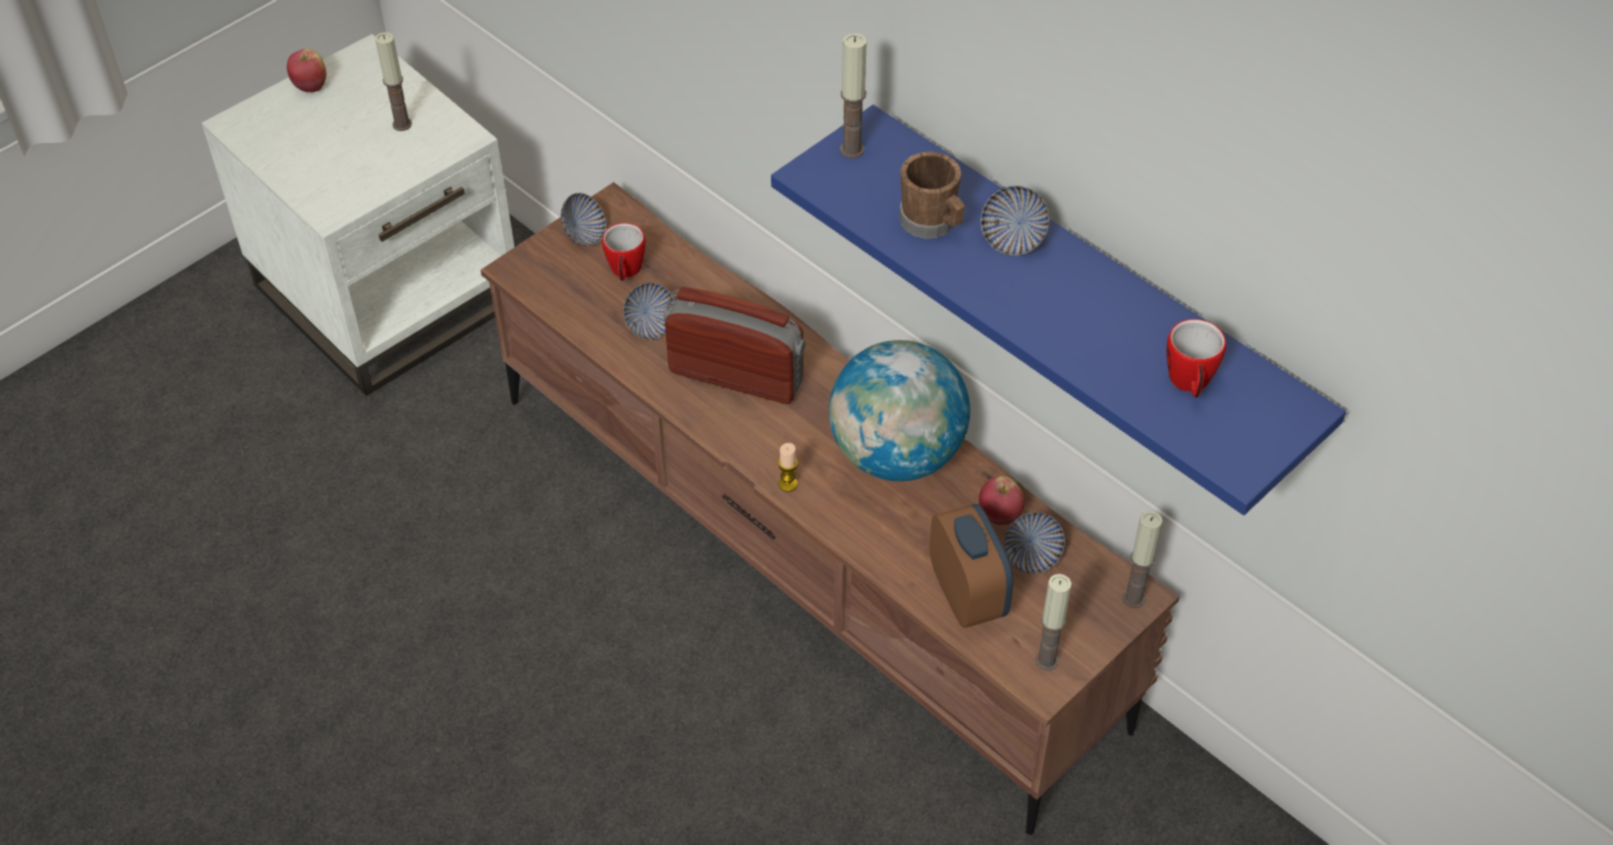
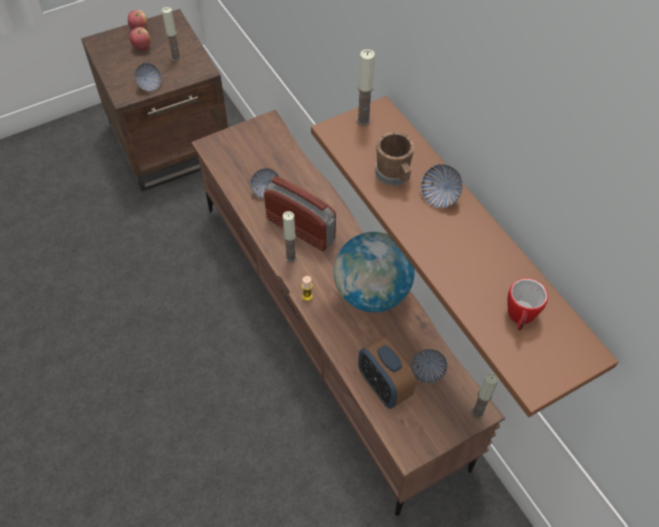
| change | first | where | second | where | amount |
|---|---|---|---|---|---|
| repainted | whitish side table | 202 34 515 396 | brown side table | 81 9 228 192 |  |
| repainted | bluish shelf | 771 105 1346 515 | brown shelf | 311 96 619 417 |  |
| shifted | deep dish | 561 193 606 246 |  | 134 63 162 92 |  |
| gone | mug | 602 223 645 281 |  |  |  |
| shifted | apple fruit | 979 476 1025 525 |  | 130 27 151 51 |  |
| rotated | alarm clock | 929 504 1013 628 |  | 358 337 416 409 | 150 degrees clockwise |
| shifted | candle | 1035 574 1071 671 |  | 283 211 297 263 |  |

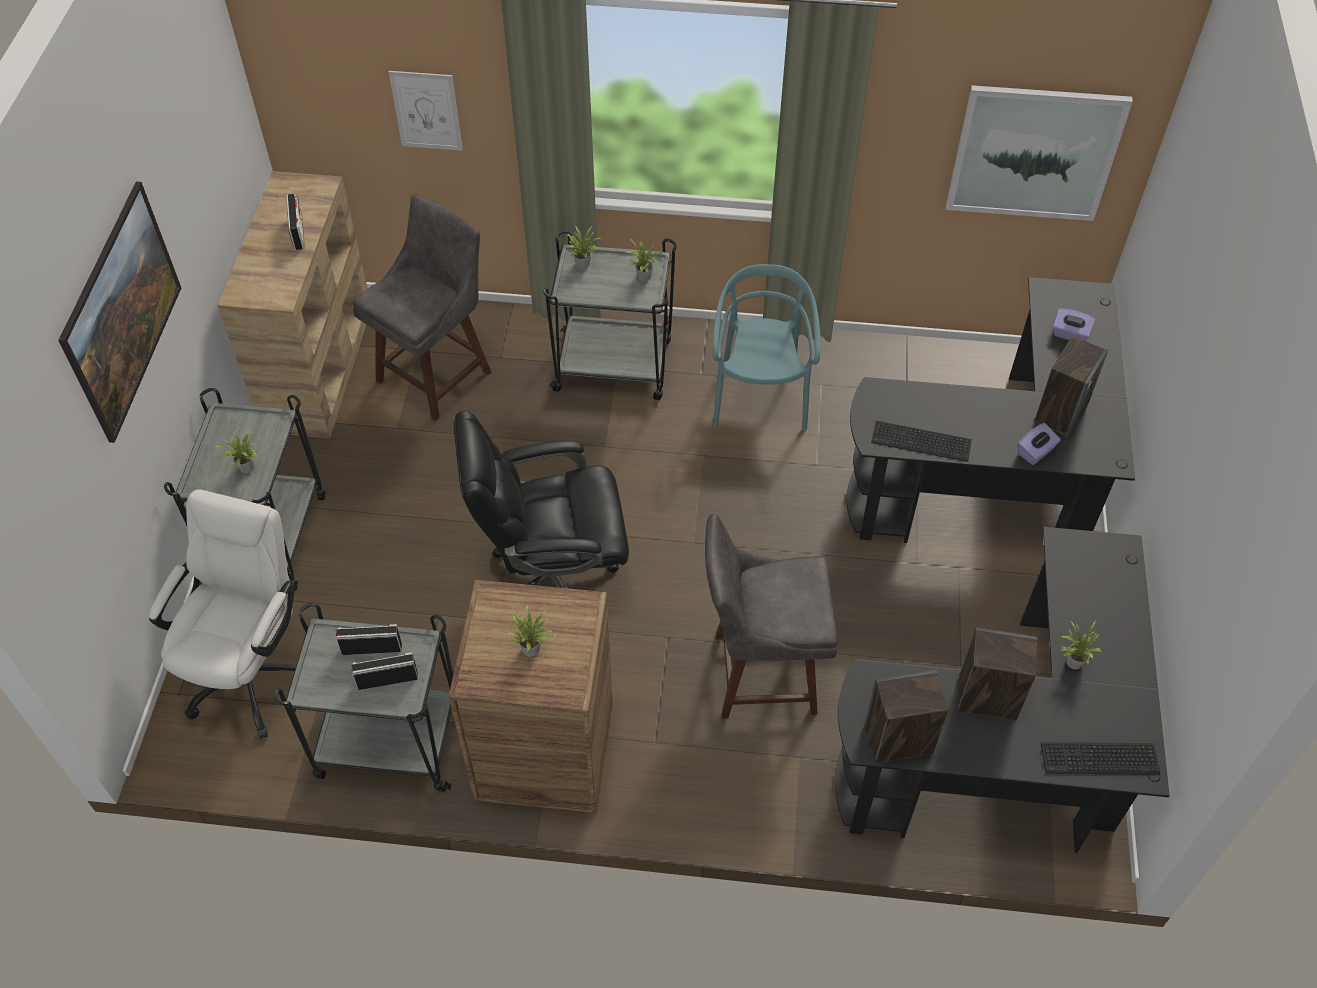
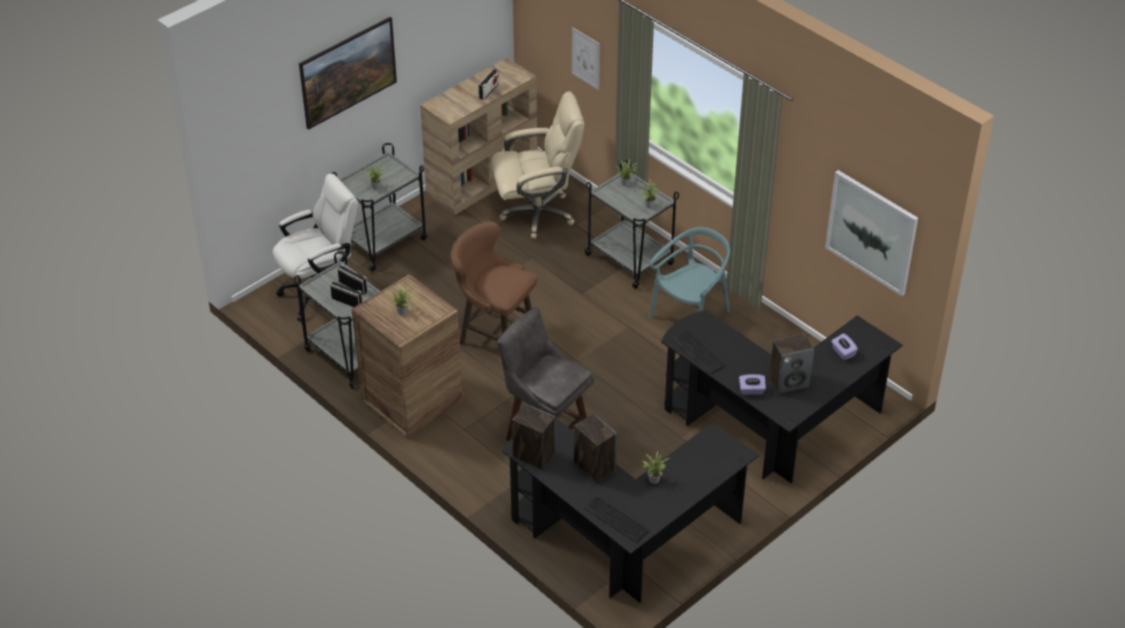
| change | first | where | second | where | amount |
|---|---|---|---|---|---|
| swapped | grey stool seat | 353 194 491 421 | sand-coloured desk chair | 491 91 584 239 |  |
| swapped | blackish desk chair | 453 411 629 588 | brown stool seat | 451 221 537 345 |  |

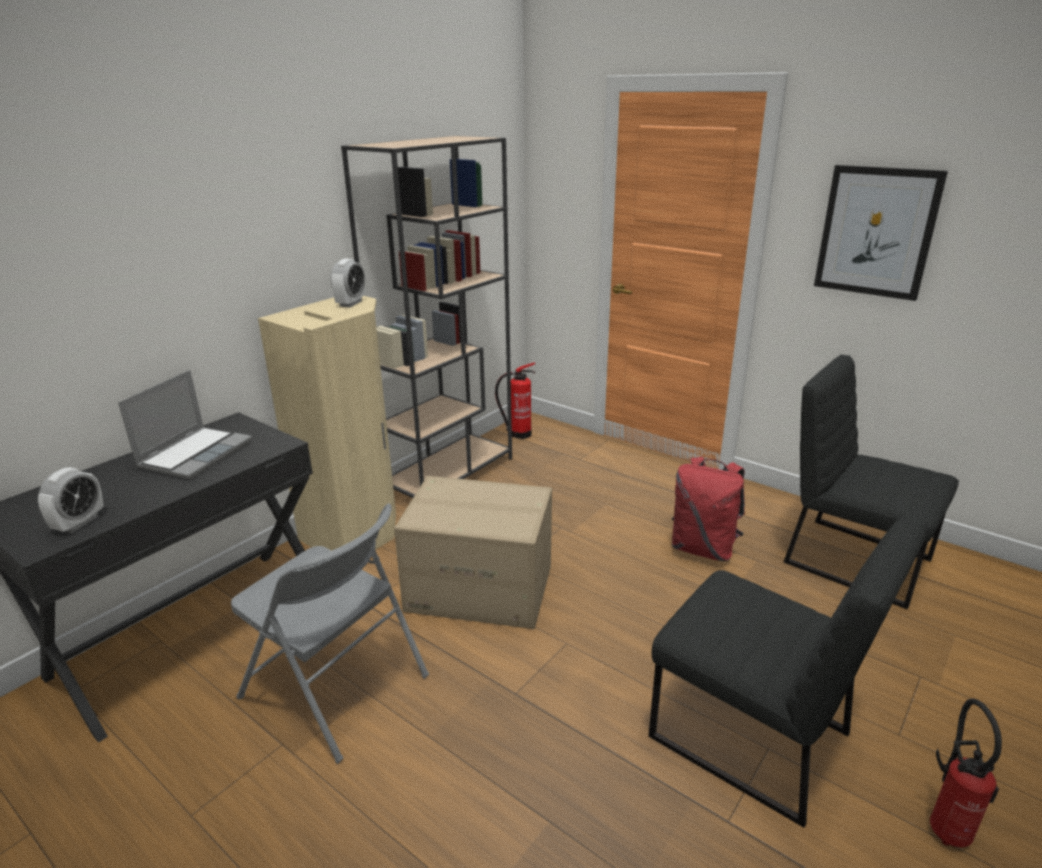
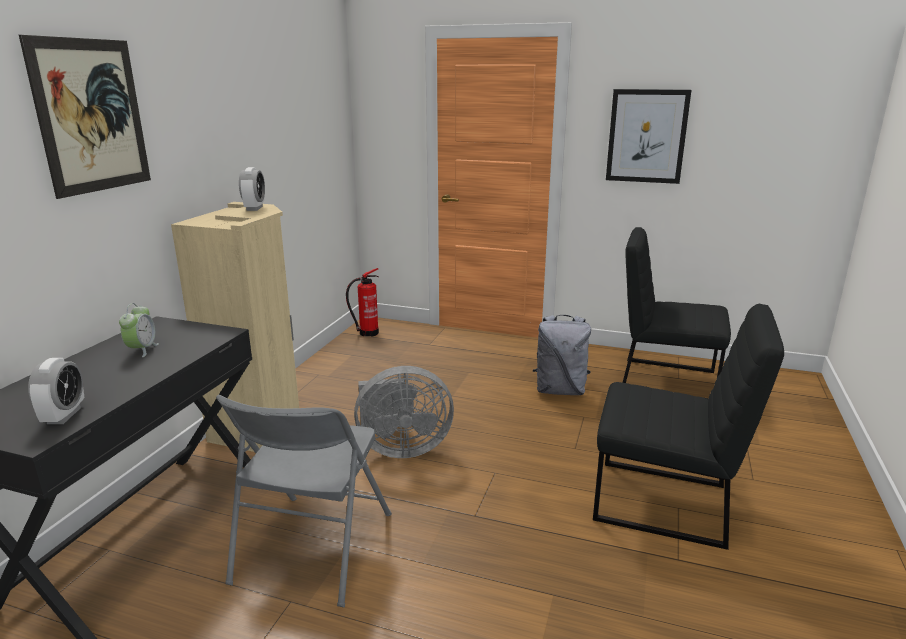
| change | first | where | second | where | amount |
|---|---|---|---|---|---|
| gone | bookshelf | 341 136 512 498 |  |  |  |
| swapped | notebook computer | 118 370 252 479 | alarm clock | 119 303 159 357 |  |
| repainted | reddish rucksack | 672 457 745 561 | grey rucksack | 533 315 591 395 |  |
| swapped | cardboard box | 394 476 552 629 | grey fan | 354 366 454 458 |  |
| rotated | grey plain chair | 231 504 429 764 |  | 216 395 392 607 | 90 degrees clockwise |
| gone | extinguisher | 930 699 1002 847 |  |  |  |
| new |  |  | picture | 19 35 151 199 |  |

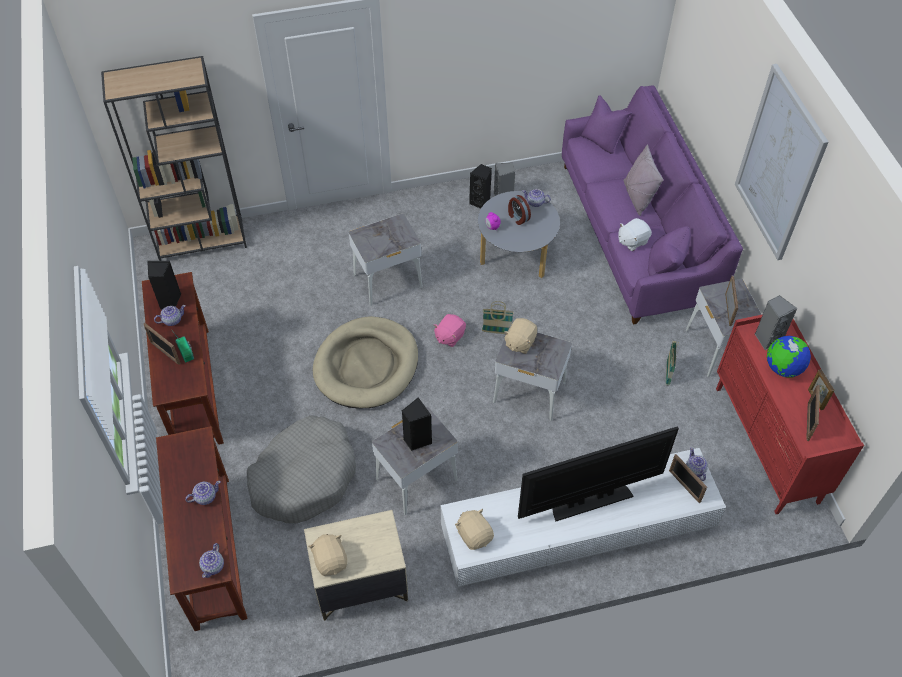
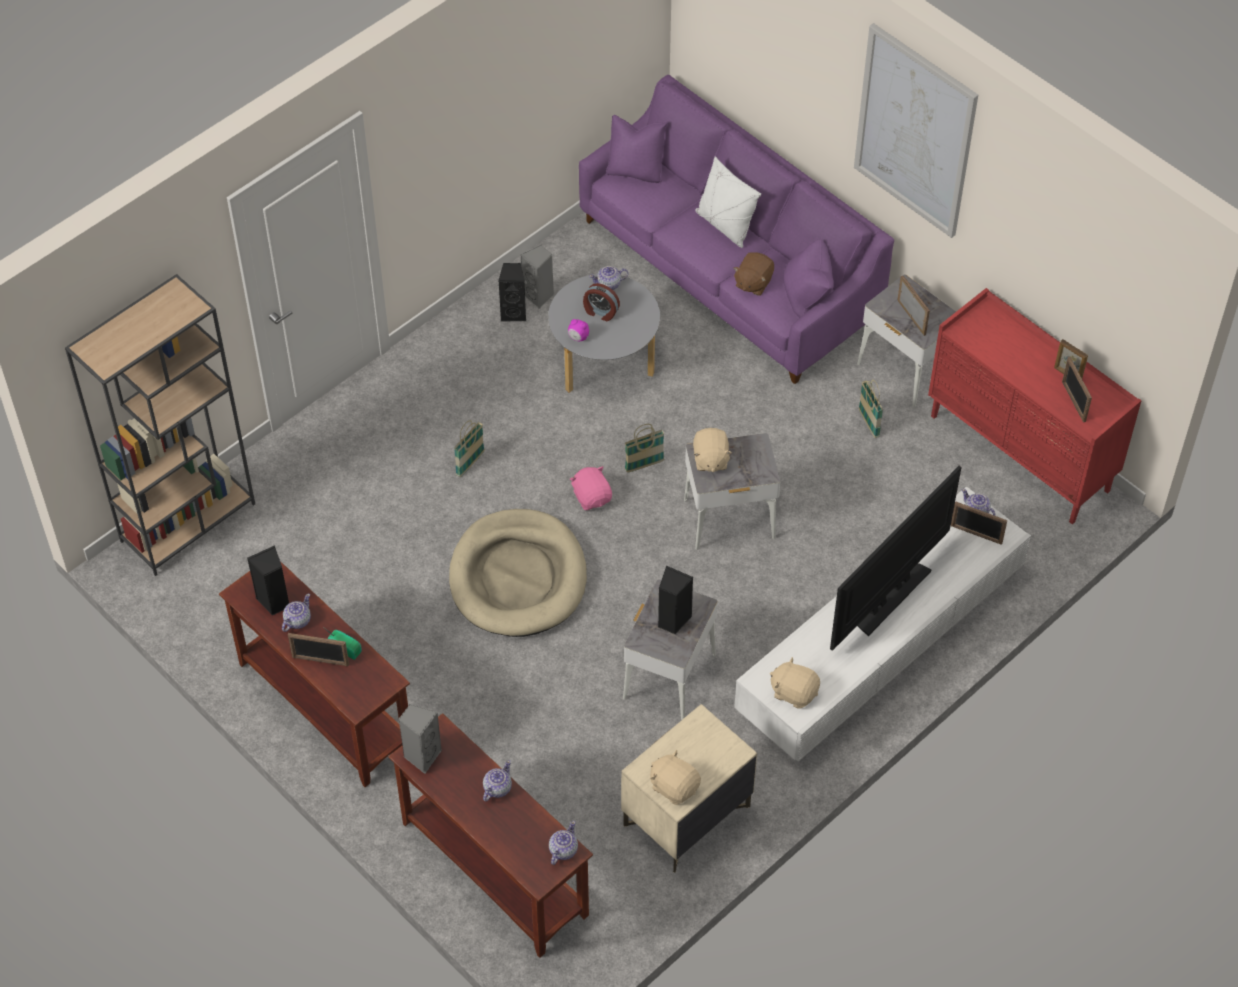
| change | first | where | second | where | amount |
|---|---|---|---|---|---|
| repainted | purple throw pillow | 624 144 664 216 | whitish throw pillow | 695 156 761 248 |  |
| swapped | side table | 349 213 423 306 | household basket | 454 420 485 477 |  |
| repainted | whitish plush toy | 618 218 652 251 | brown plush toy | 733 253 774 296 |  |
| shifted | grey loudspeaker | 755 295 797 350 |  | 398 704 442 774 |  |
| rotated | pink plush toy | 434 314 466 347 |  | 570 466 612 510 | 150 degrees clockwise |
| gone | desk globe | 767 336 811 378 |  |  |  |
| gone | grey dog bed | 247 415 356 523 |  |  |  |
| rotated | tea pot | 199 543 224 578 |  | 549 821 578 865 | 135 degrees counterclockwise |

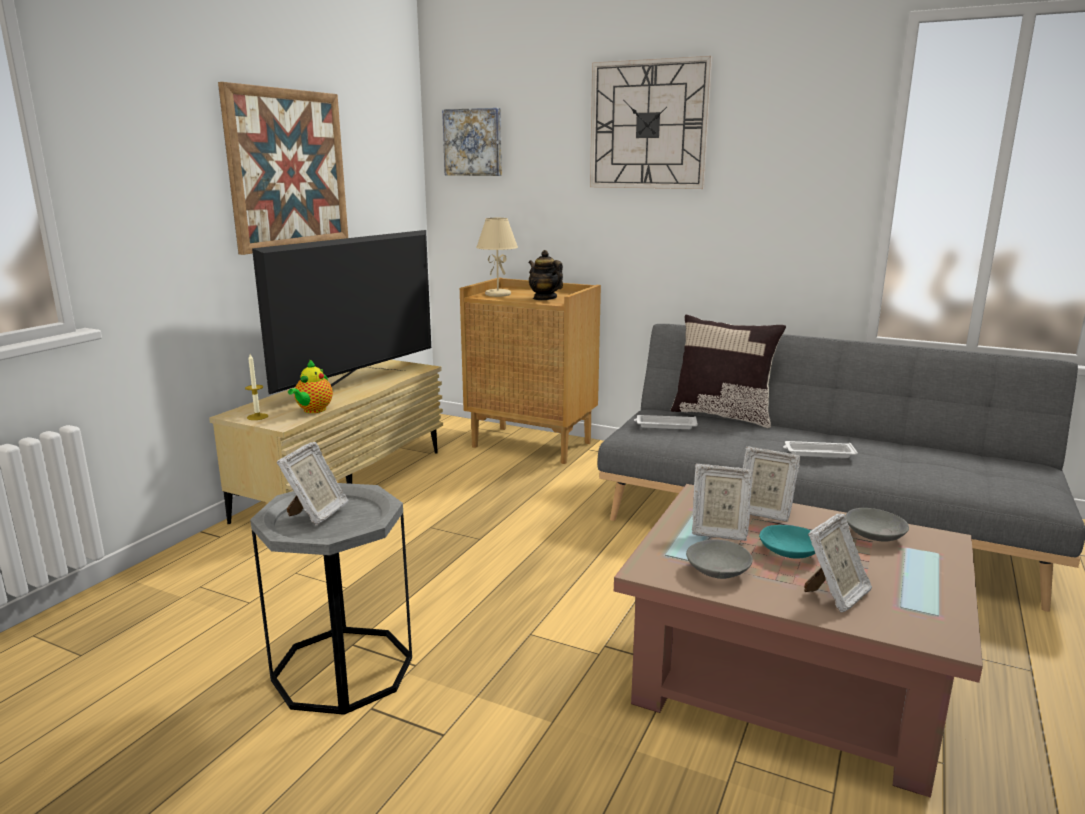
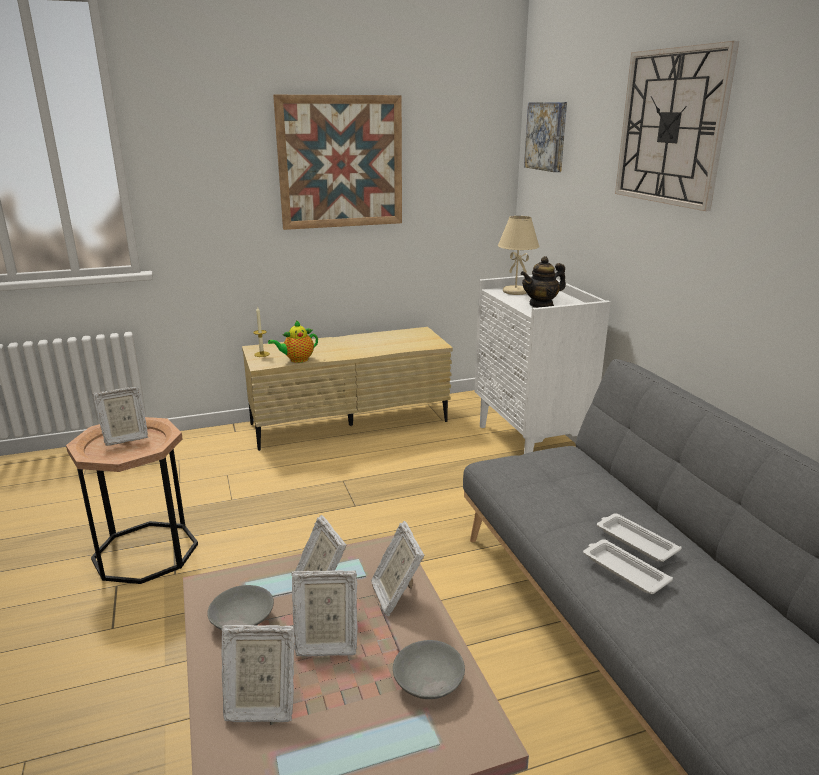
| change | first | where | second | where | amount |
|---|---|---|---|---|---|
| gone | TV | 252 230 431 394 |  |  |  |
| rotated | tea pot | 528 250 563 300 |  | 521 256 566 308 | 120 degrees counterclockwise |
| repainted | brown storage cabinet | 460 278 601 464 | whitish storage cabinet | 475 275 611 454 |  |
| gone | throw pillow | 671 315 786 428 |  |  |  |
| shifted | whitish tray | 634 415 698 429 |  | 597 513 682 562 |  |
| repainted | grey side table | 250 483 412 715 | brown side table | 66 417 198 584 |  |
| swapped | blue-green deep dish | 759 525 815 559 | photo frame | 292 570 358 657 |  |

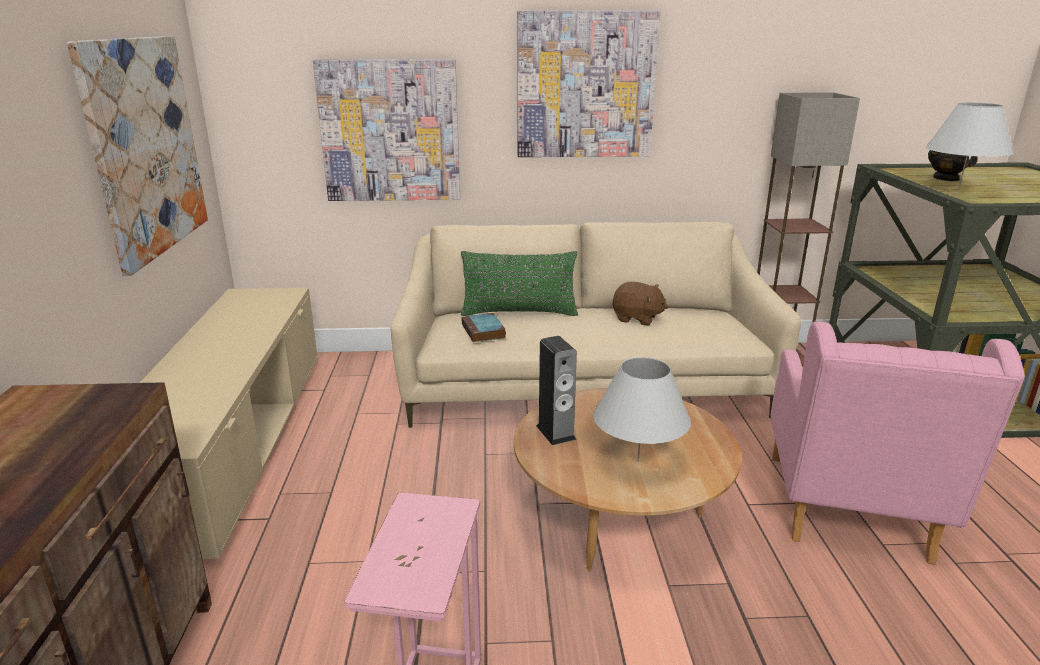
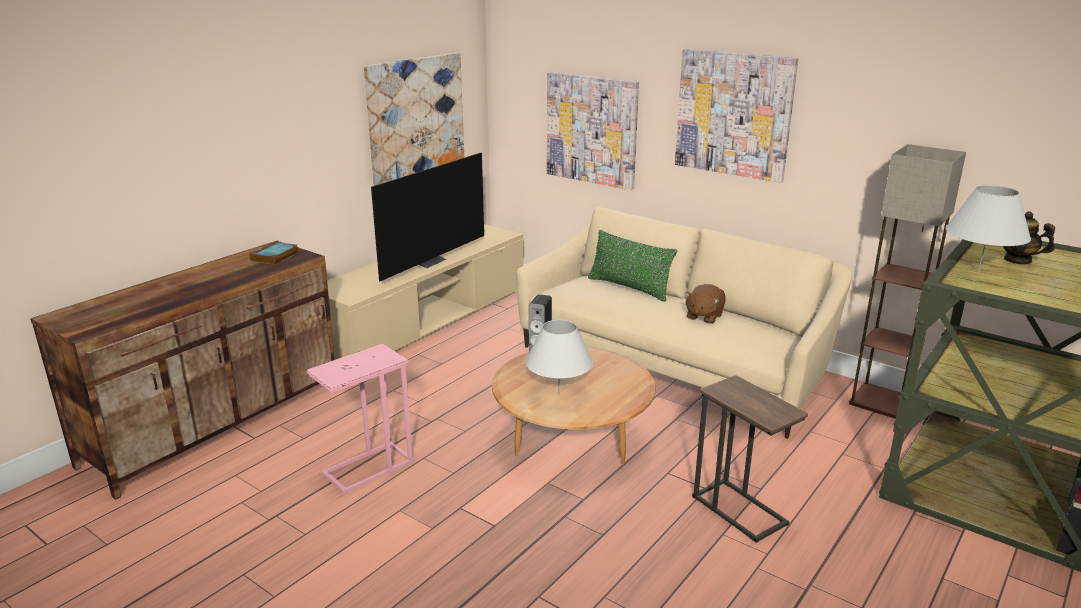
| change | first | where | second | where | amount |
|---|---|---|---|---|---|
| rotated | brown plush toy | 613 282 668 326 |  | 684 284 726 324 | 60 degrees clockwise |
| shifted | book | 462 313 506 342 |  | 249 242 299 265 |  |
| swapped | pink armchair | 771 322 1025 565 | brown side table | 692 375 808 543 |  |
| new |  |  | TV | 371 153 484 281 |  |

